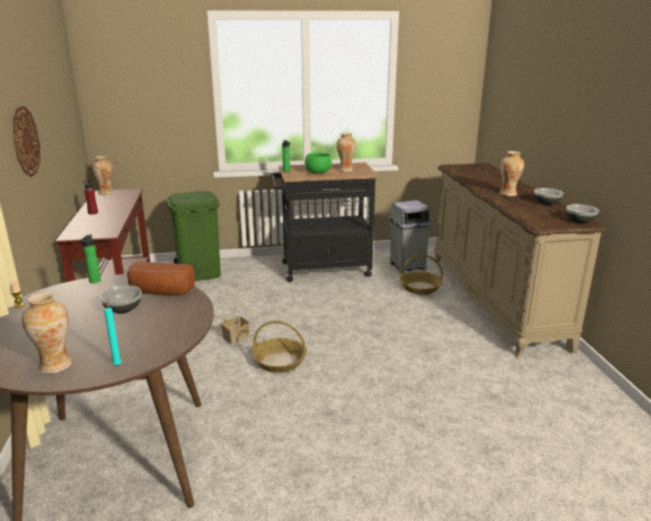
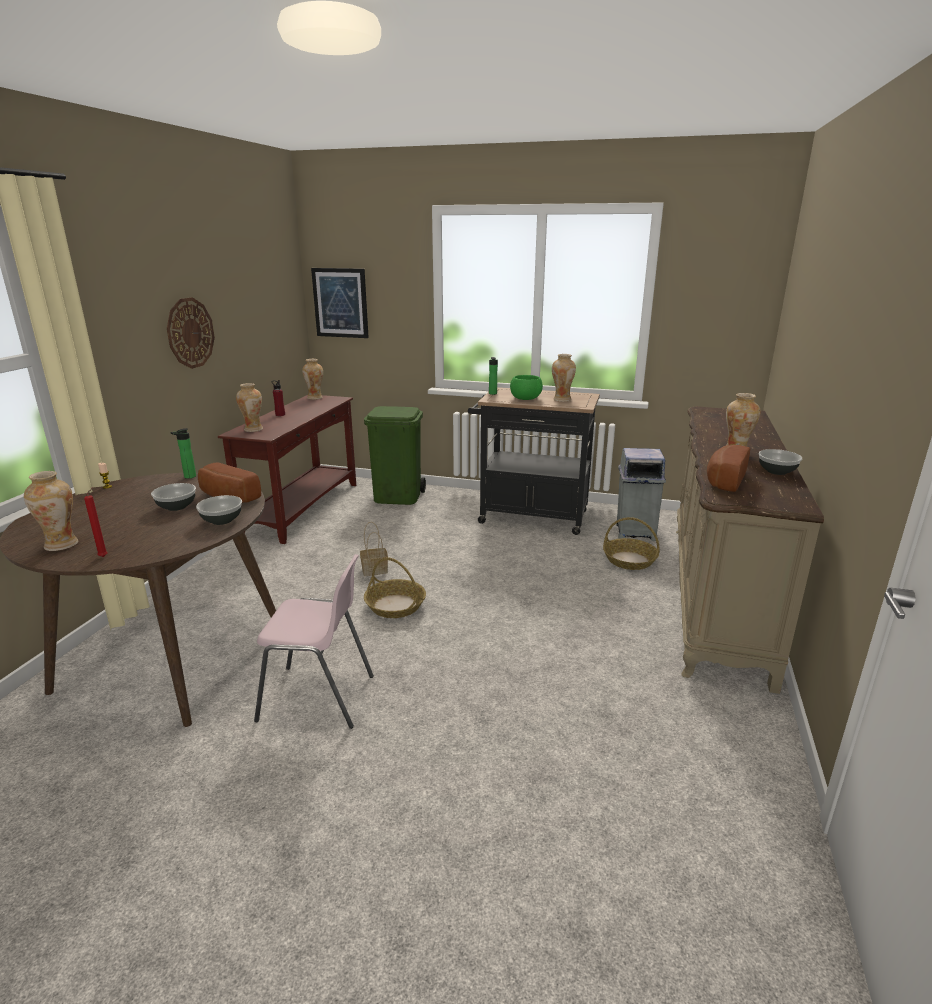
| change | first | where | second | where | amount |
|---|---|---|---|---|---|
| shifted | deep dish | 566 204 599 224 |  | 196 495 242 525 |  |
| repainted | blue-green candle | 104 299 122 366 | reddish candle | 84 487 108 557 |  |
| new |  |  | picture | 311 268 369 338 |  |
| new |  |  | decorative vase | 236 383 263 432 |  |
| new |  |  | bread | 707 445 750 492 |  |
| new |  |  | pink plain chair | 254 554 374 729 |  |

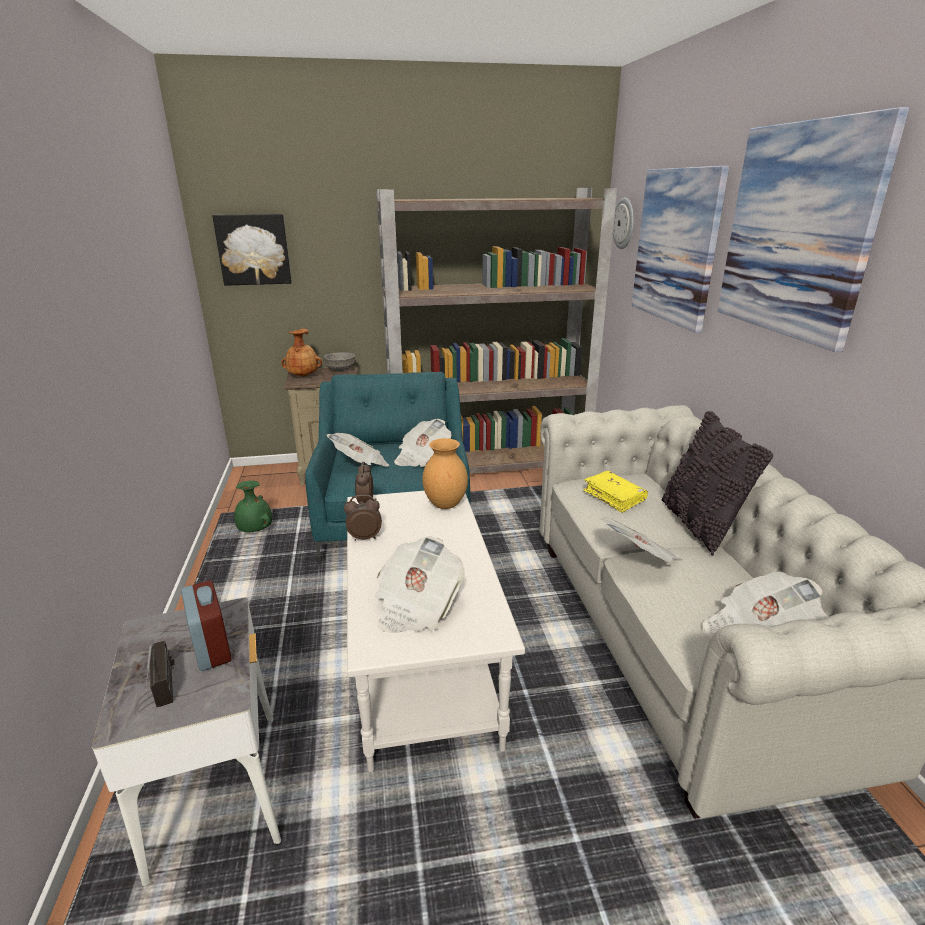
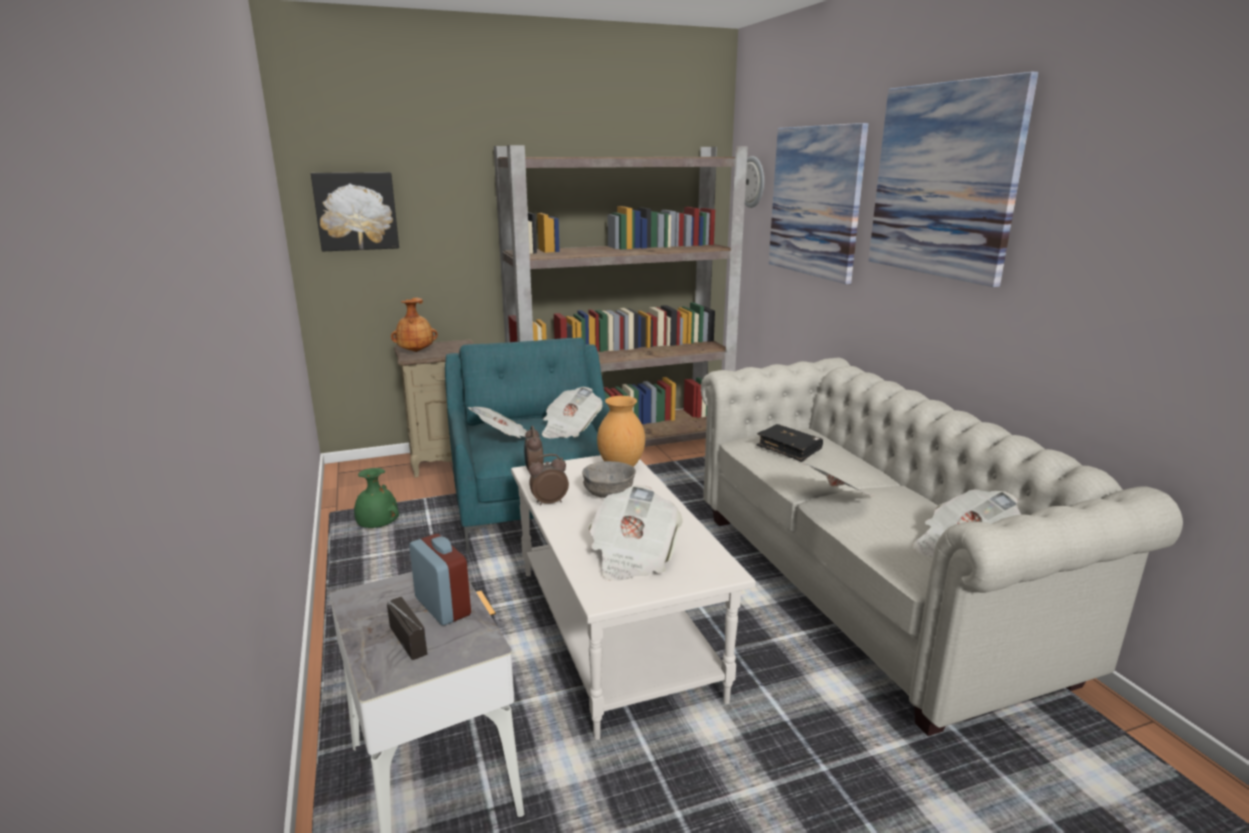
| change | first | where | second | where | amount |
|---|---|---|---|---|---|
| shifted | grey deep dish | 324 352 355 371 |  | 582 461 636 498 |  |
| gone | blackish throw pillow | 662 411 773 555 |  |  |  |
| repainted | yellow book | 583 471 648 513 | blackish book | 756 424 823 462 |  |

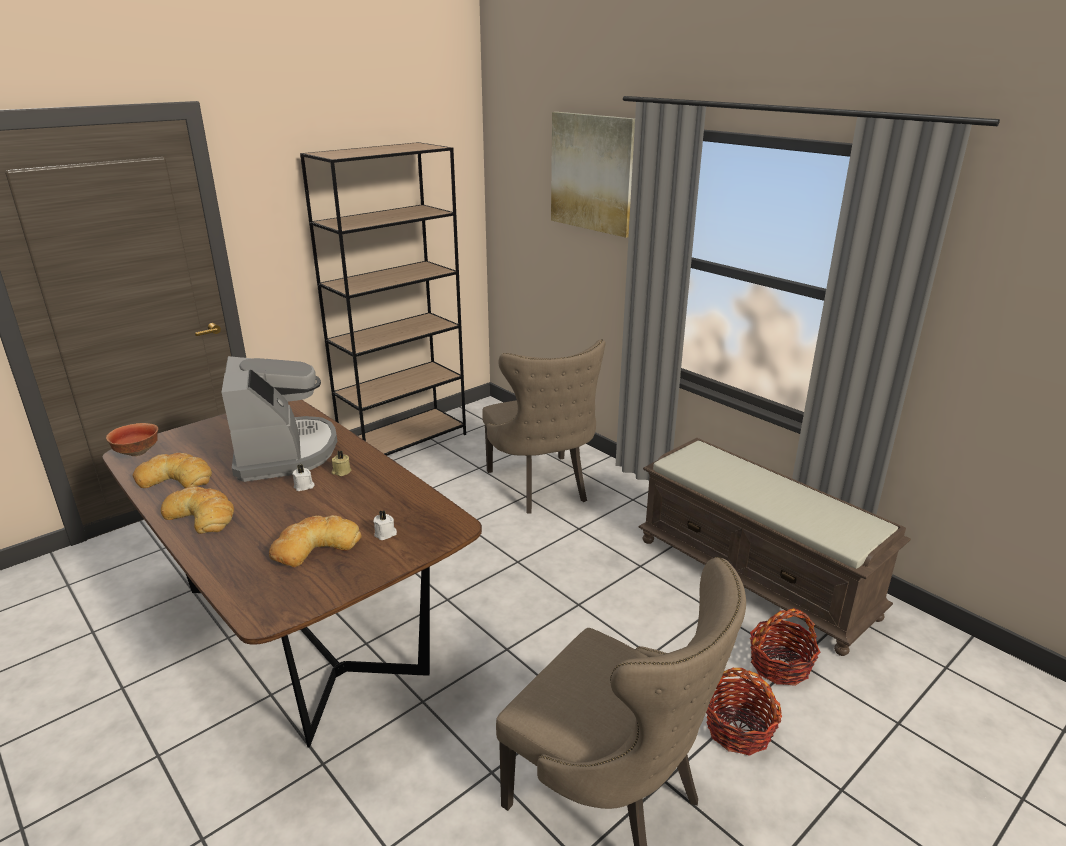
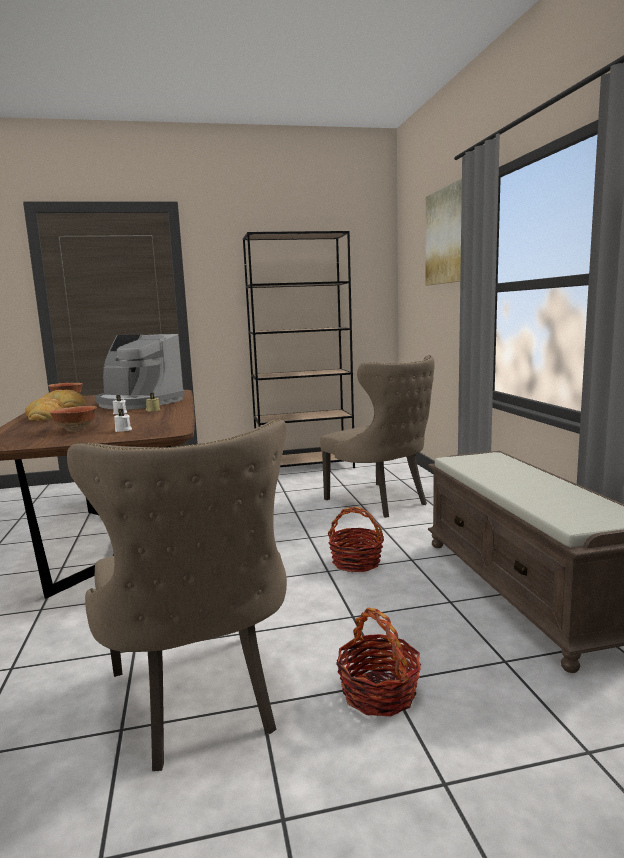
| change | first | where | second | where | amount |
|---|---|---|---|---|---|
| rotated | sand-coloured plain chair | 482 339 606 513 |  | 320 355 435 518 | 45 degrees counterclockwise |
| rotated | coffee machine | 221 356 337 482 |  | 95 334 185 410 | 105 degrees clockwise |
| swapped | bread | 269 515 362 567 | deep dish | 50 406 97 431 |  |
| shifted | household basket | 750 608 820 686 |  | 328 507 384 573 |  |

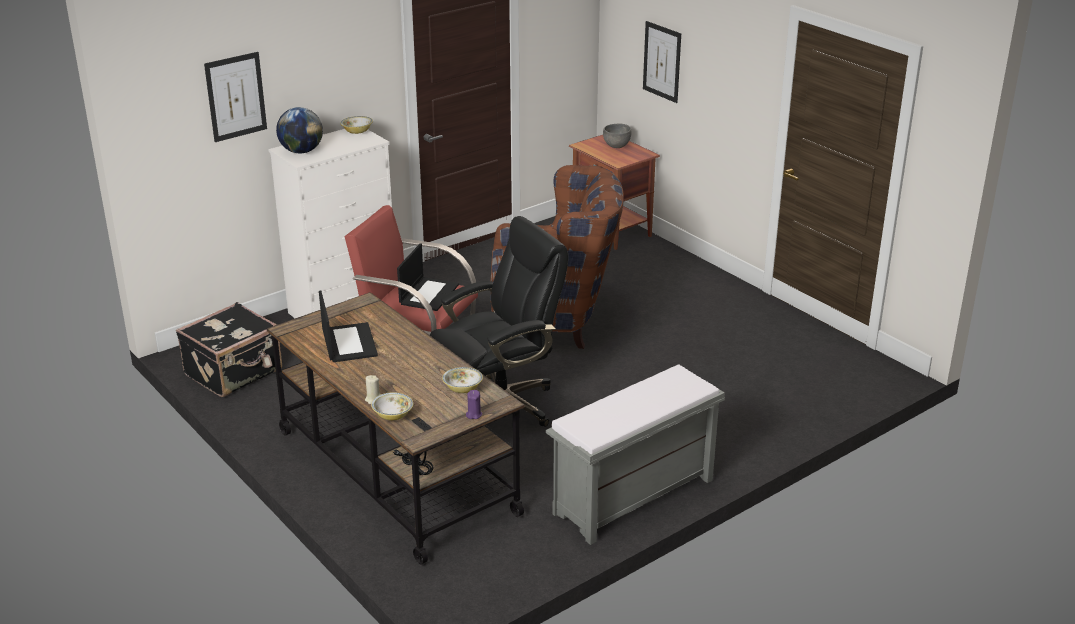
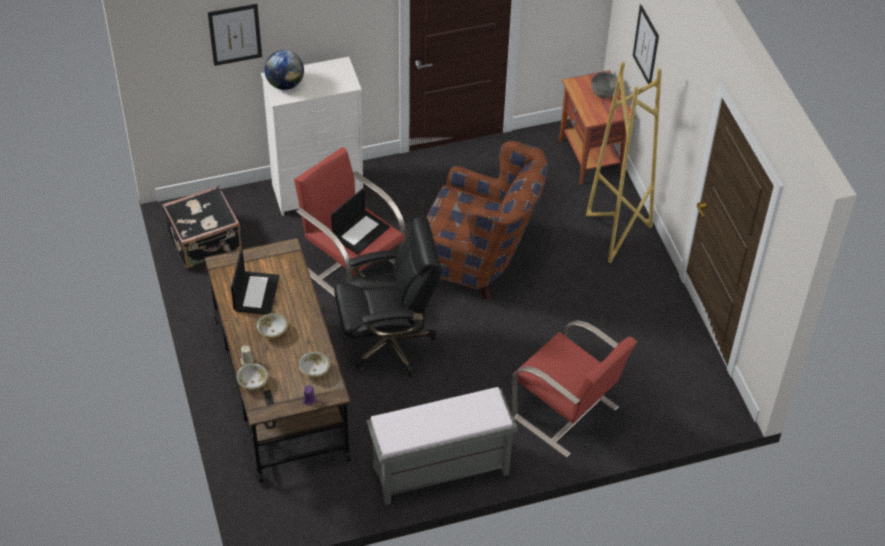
| change | first | where | second | where | amount |
|---|---|---|---|---|---|
| shifted | deep dish | 340 116 373 134 |  | 257 313 288 338 |  |
| new |  |  | yellow clothes rack | 586 62 662 263 |  |
| new |  |  | reddish armchair | 512 320 637 457 |  |

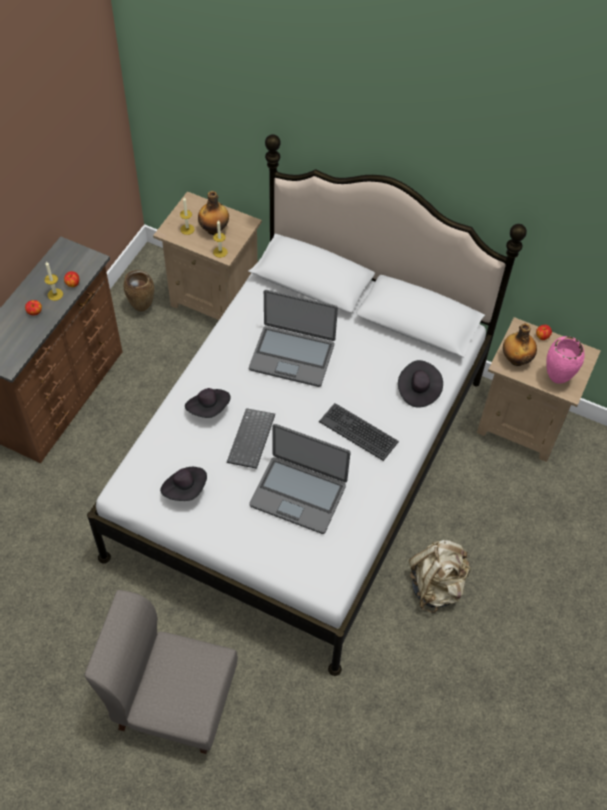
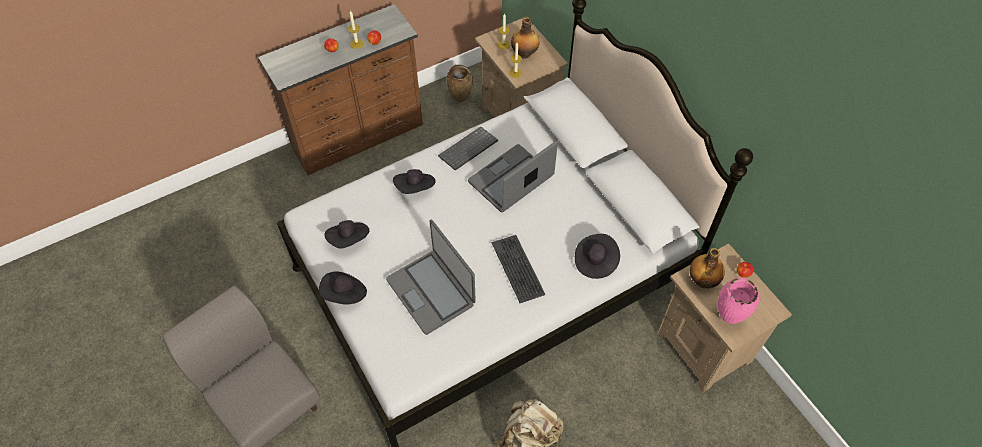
| change | first | where | second | where | amount |
|---|---|---|---|---|---|
| rotated | notebook computer | 249 290 338 387 |  | 468 141 558 212 | 90 degrees clockwise |
| shifted | keyboard | 227 408 275 469 |  | 438 126 498 171 |  |
| new |  |  | blackish wearable hat | 319 271 367 305 |  |

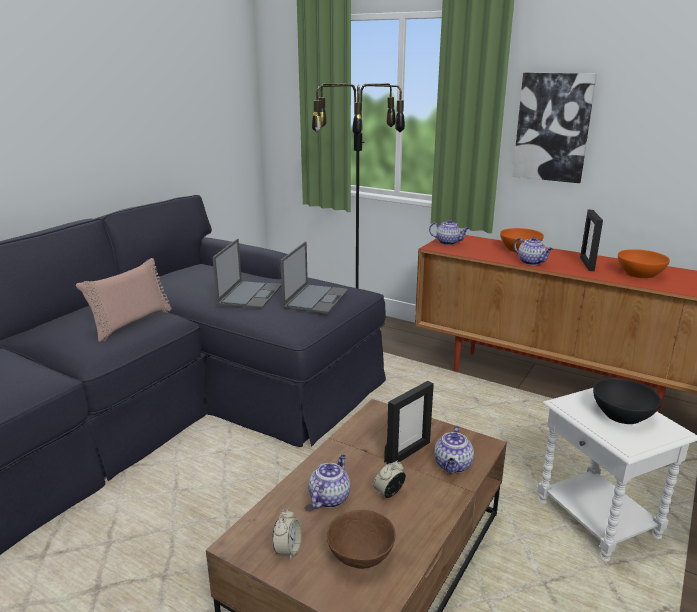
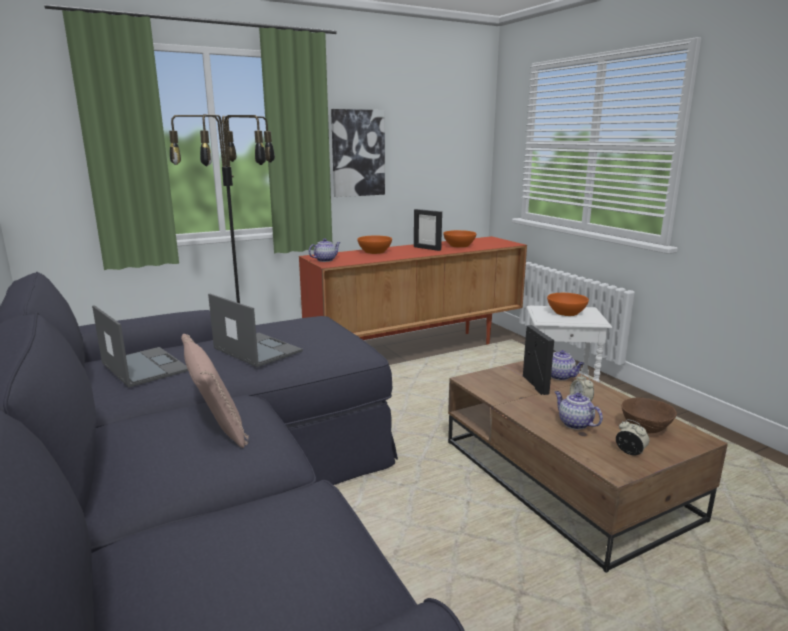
| change | first | where | second | where | amount |
|---|---|---|---|---|---|
| gone | tea pot | 514 237 553 265 |  |  |  |
| shifted | notebook computer | 280 241 348 314 |  | 92 305 188 388 |  |
| repainted | blackish deep dish | 593 378 661 424 | orangey deep dish | 547 293 589 316 |  |

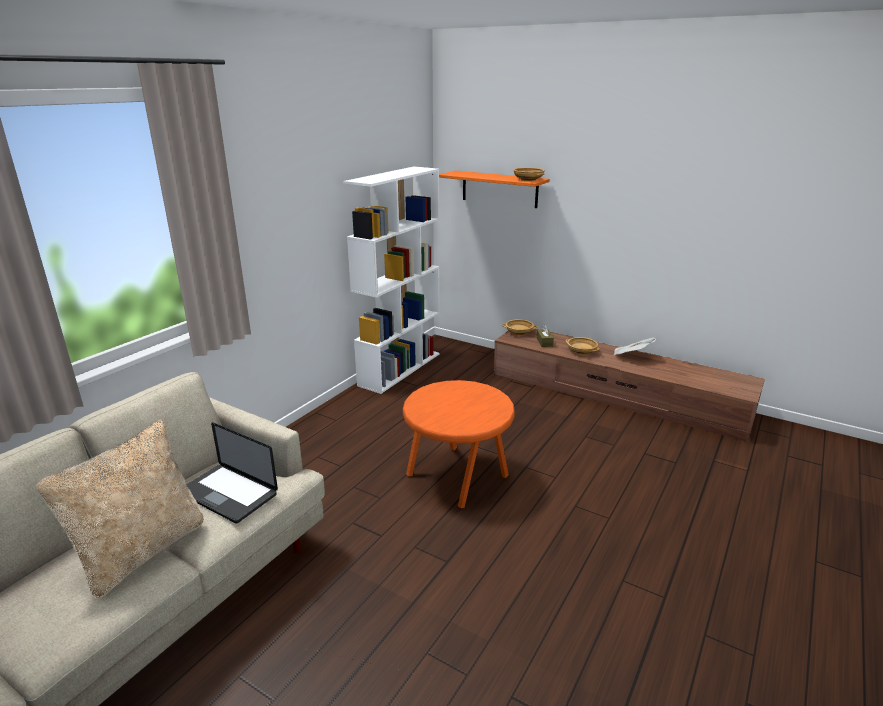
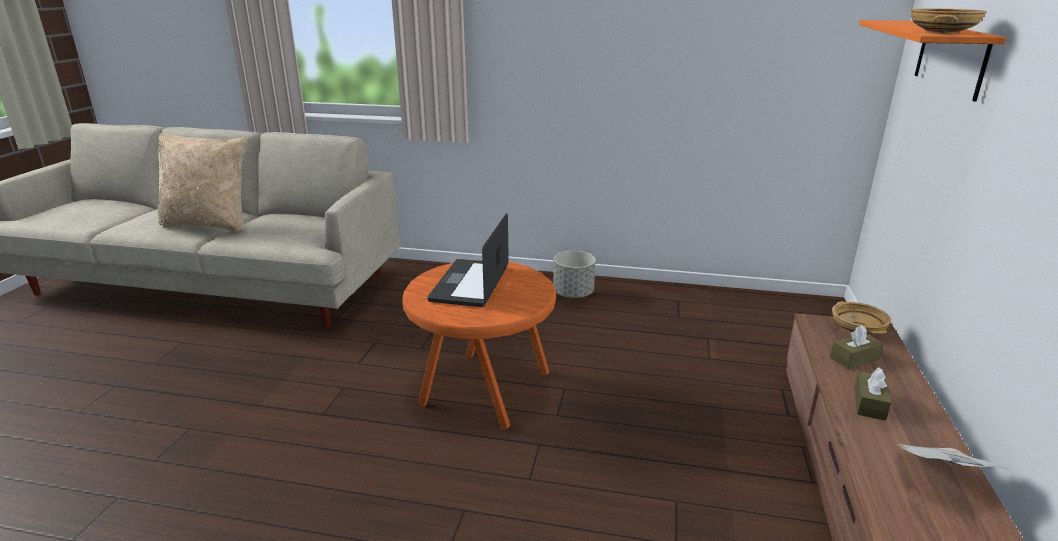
| change | first | where | second | where | amount |
|---|---|---|---|---|---|
| gone | whitish bookshelf | 343 166 439 394 |  |  |  |
| swapped | sand-coloured deep dish | 566 337 600 355 | brown box of tissues | 854 367 891 421 |  |
| shifted | notebook computer | 187 422 278 523 |  | 427 213 509 307 |  |
| new |  |  | grey planter | 553 251 595 298 |  |

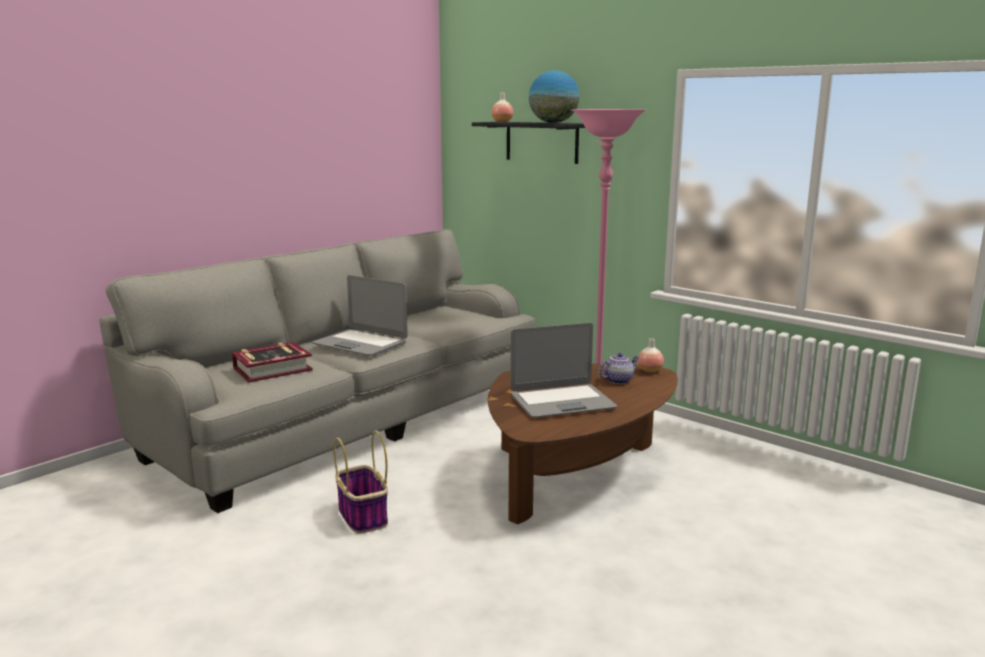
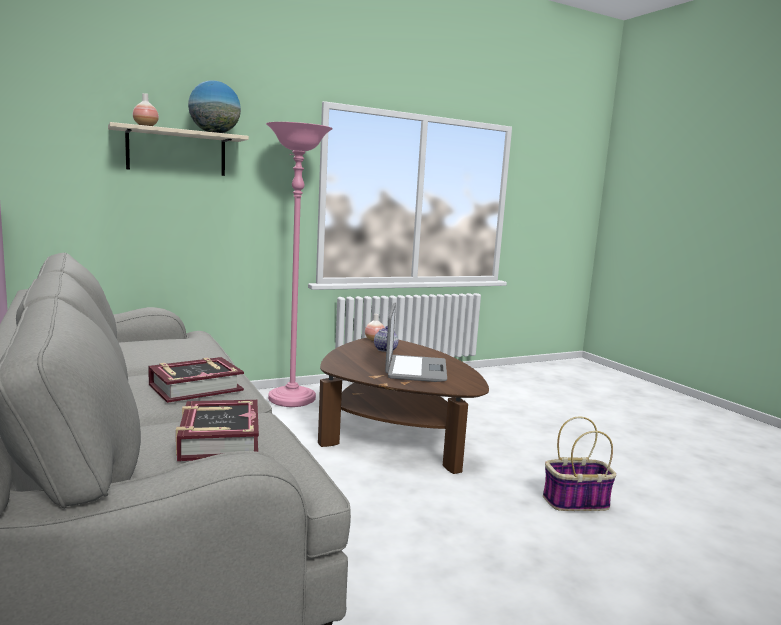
| change | first | where | second | where | amount |
|---|---|---|---|---|---|
| repainted | blackish shelf | 472 122 585 164 | sand-coloured shelf | 108 122 249 176 |  |
| swapped | notebook computer | 312 275 408 356 | book | 148 357 244 403 |  |
| shifted | household basket | 334 431 388 533 |  | 543 416 616 511 |  |

